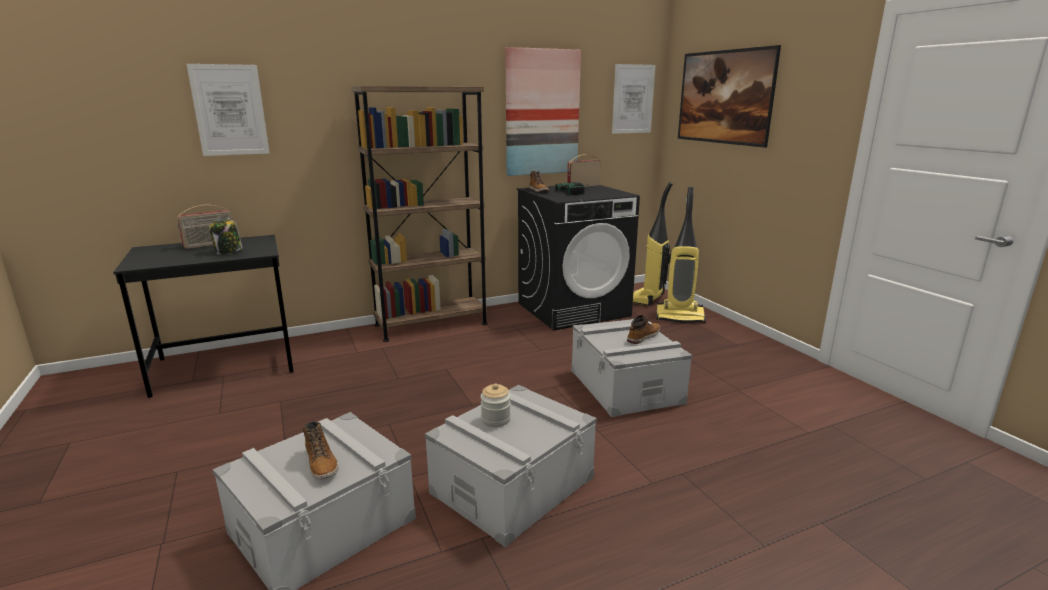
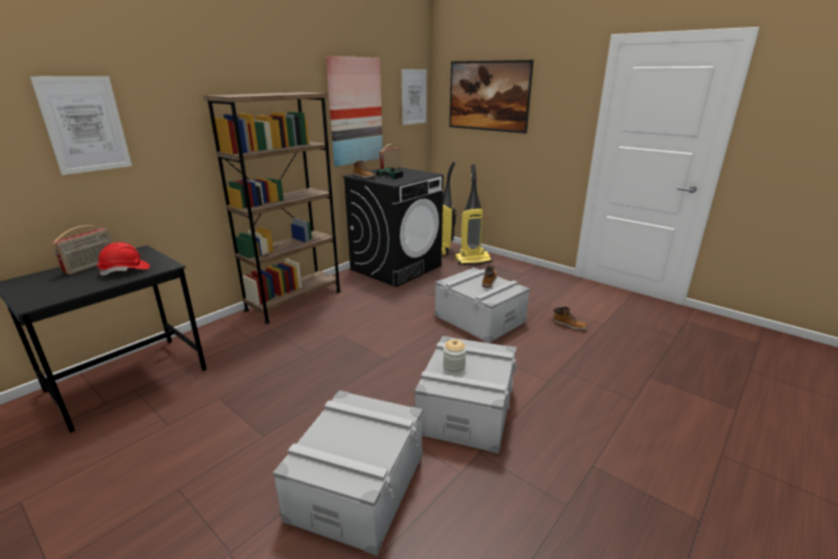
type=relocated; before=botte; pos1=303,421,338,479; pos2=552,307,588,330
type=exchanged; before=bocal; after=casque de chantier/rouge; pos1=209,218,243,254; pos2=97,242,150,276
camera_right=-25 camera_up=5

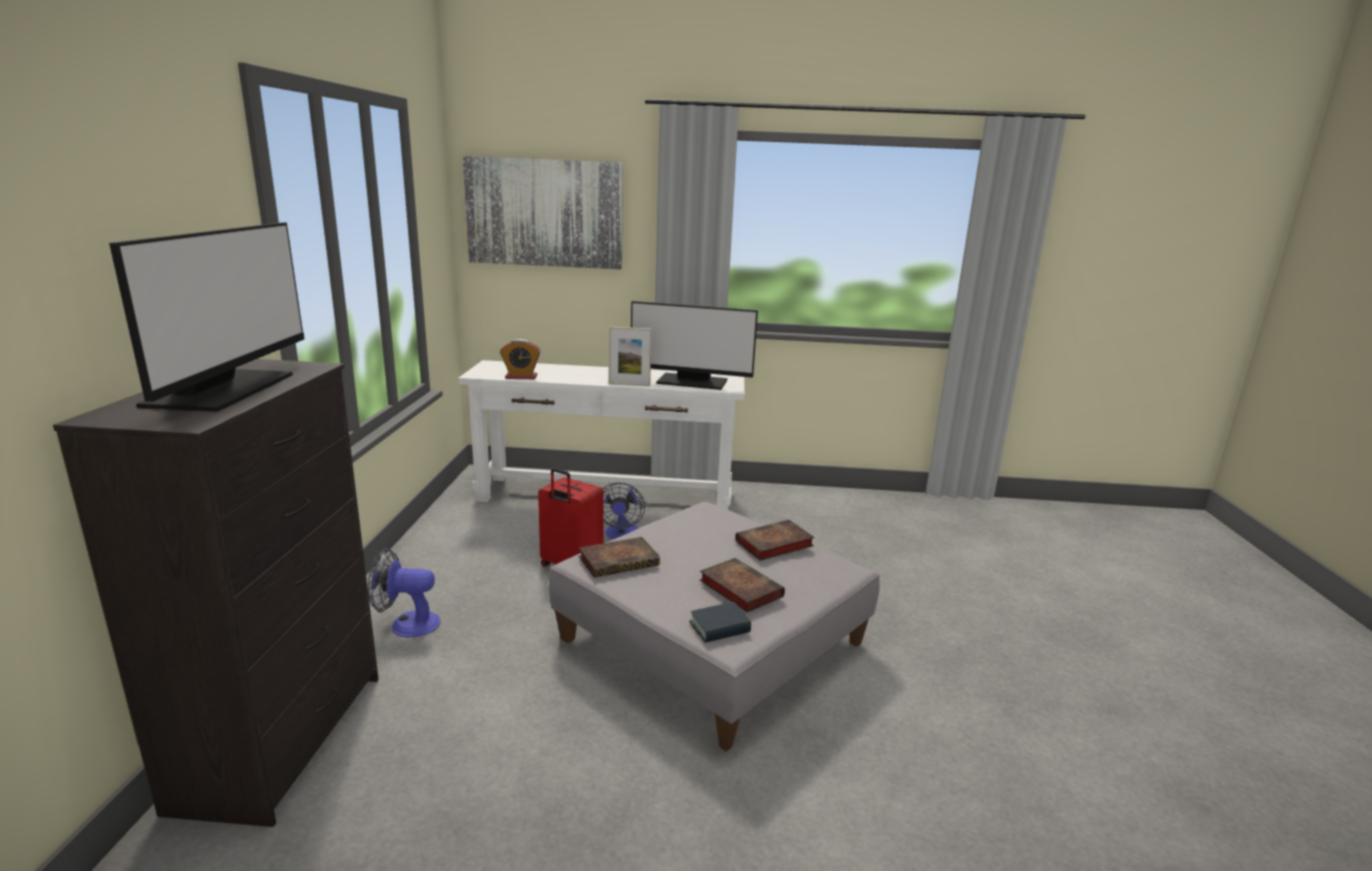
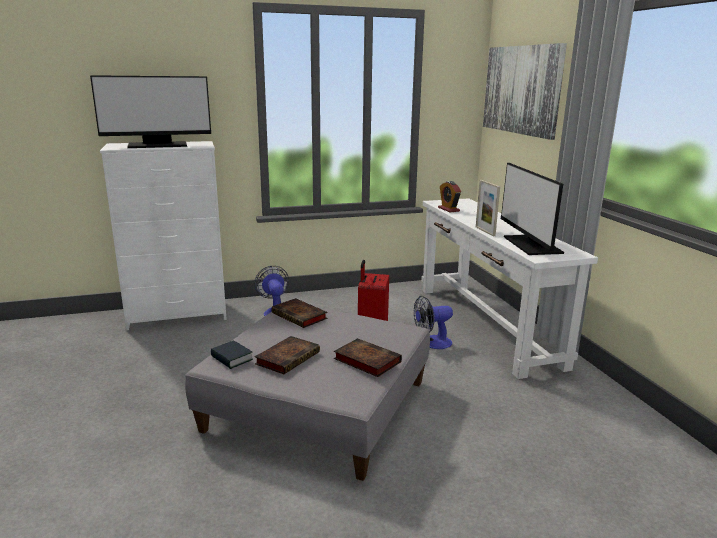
type=colour; before=commode/noir; after=commode/blanc; pos1=53,359,379,827; pos2=100,141,227,331
camera_right=70 camera_up=0

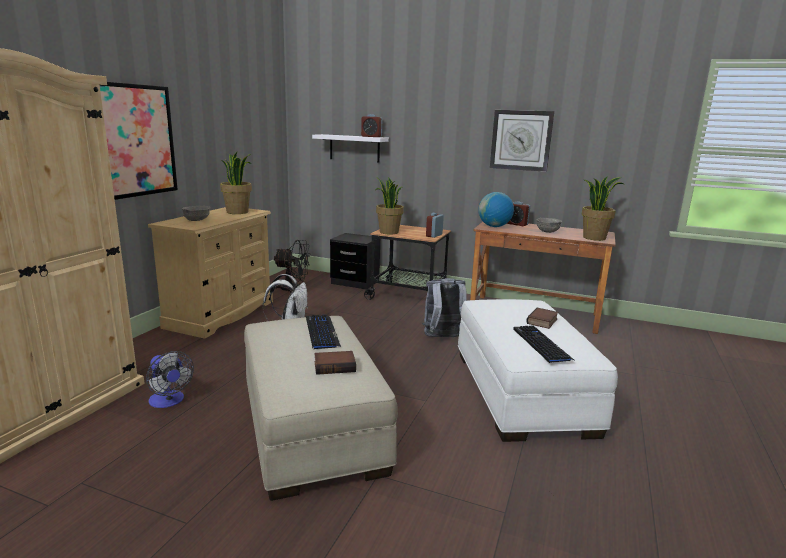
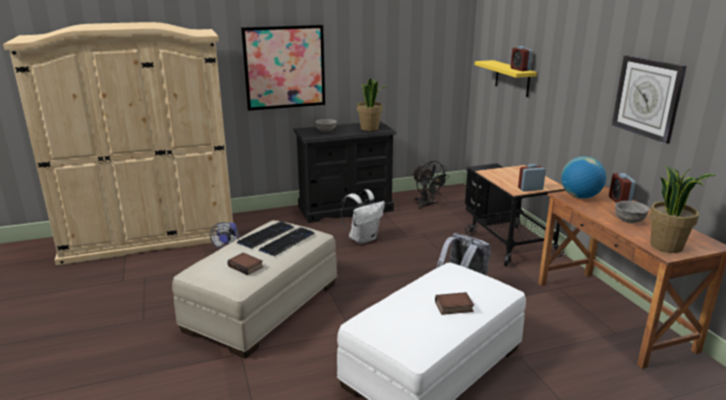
type=missing; before=plante en pot; pos1=376,177,404,234
type=relocated; before=clavier; pos1=513,325,574,363; pos2=237,221,294,249
type=colour; before=commode/beige; after=commode/noir; pos1=148,207,273,339; pos2=294,121,397,223
type=colour; before=étagère/blanc; after=étagère/jaune; pos1=312,134,389,163; pos2=475,60,537,97
camera_right=50 camera_up=5

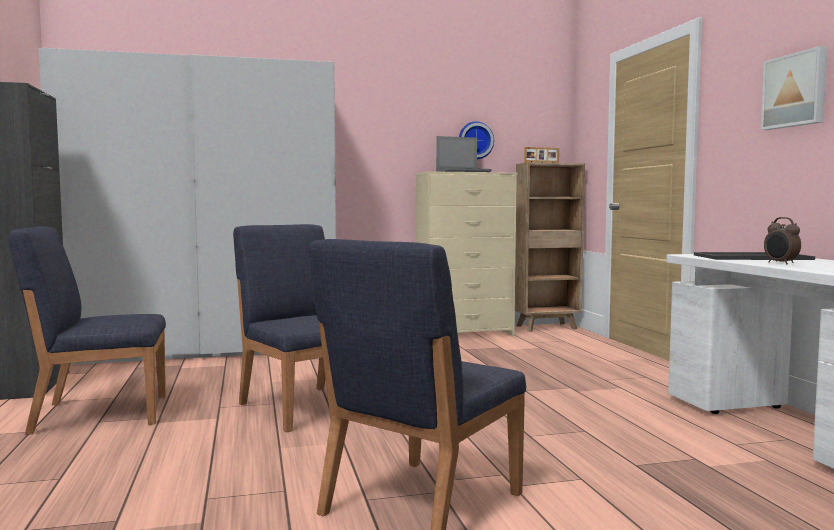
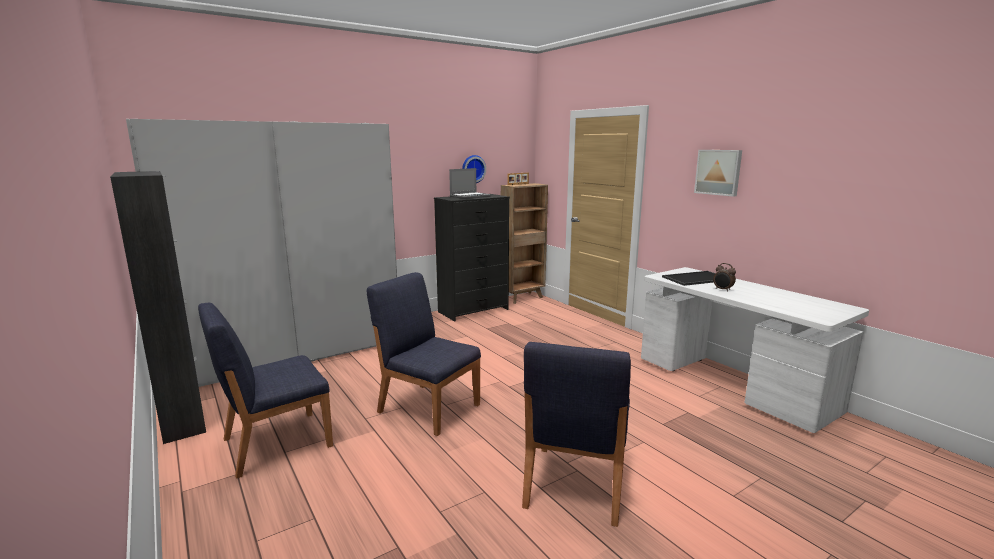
type=colour; before=commode/beige; after=commode/noir; pos1=415,171,517,336; pos2=434,194,510,322
camera_right=-20 camera_up=10

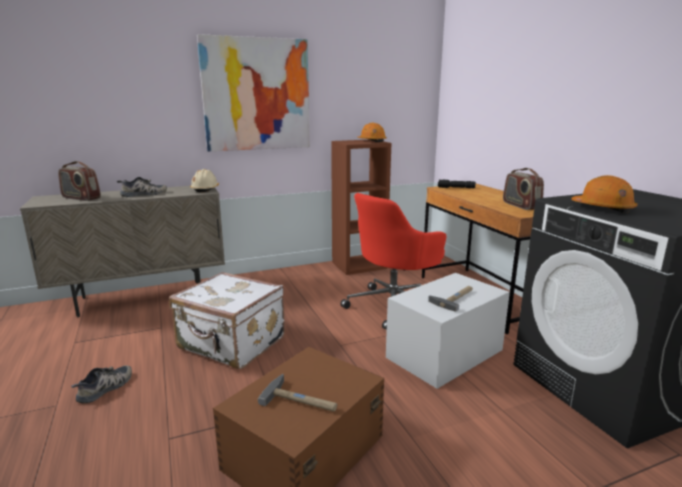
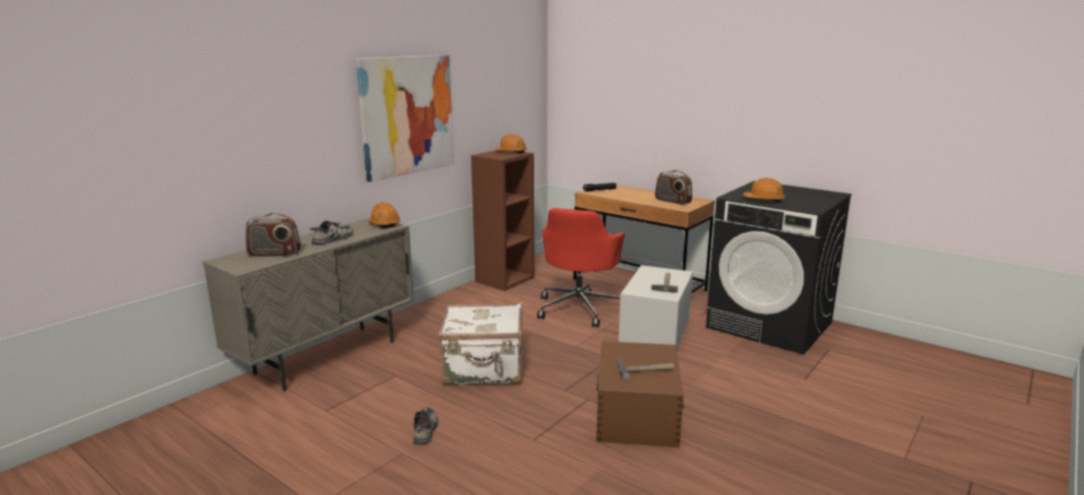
type=colour; before=casque de chantier/beige; after=casque de chantier/orange; pos1=190,169,219,192; pos2=369,202,401,228
camera_right=-30 camera_up=0

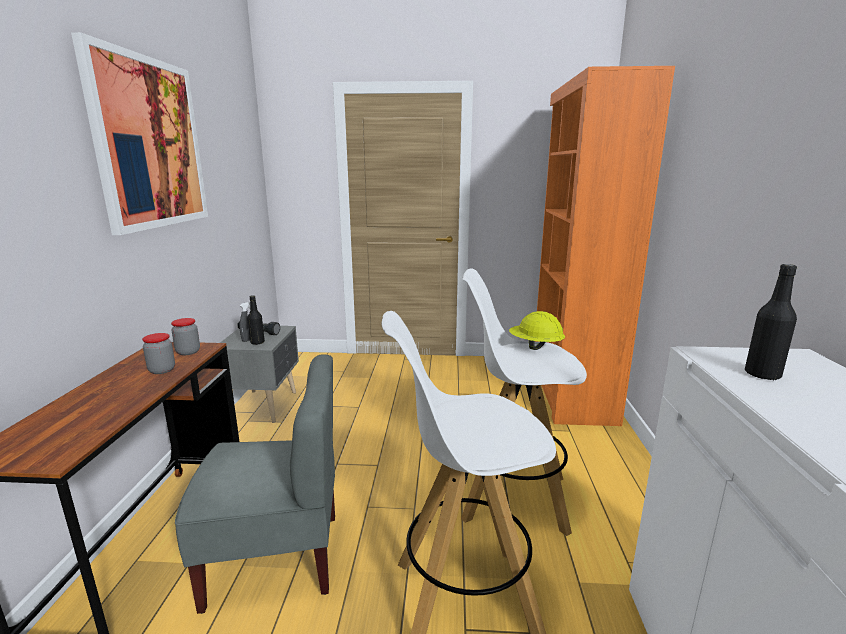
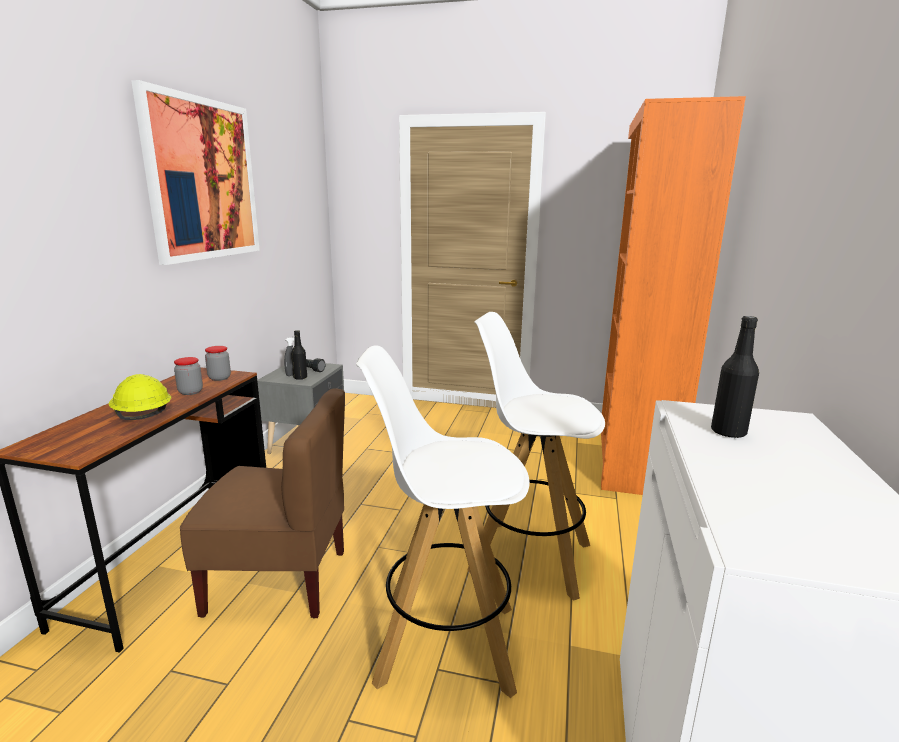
type=relocated; before=casque de chantier/jaune; pos1=509,311,565,350; pos2=108,374,171,420
type=colour; before=chaise/gris; after=chaise/marron; pos1=175,354,335,614; pos2=180,388,345,619
camera_right=10 camera_up=0

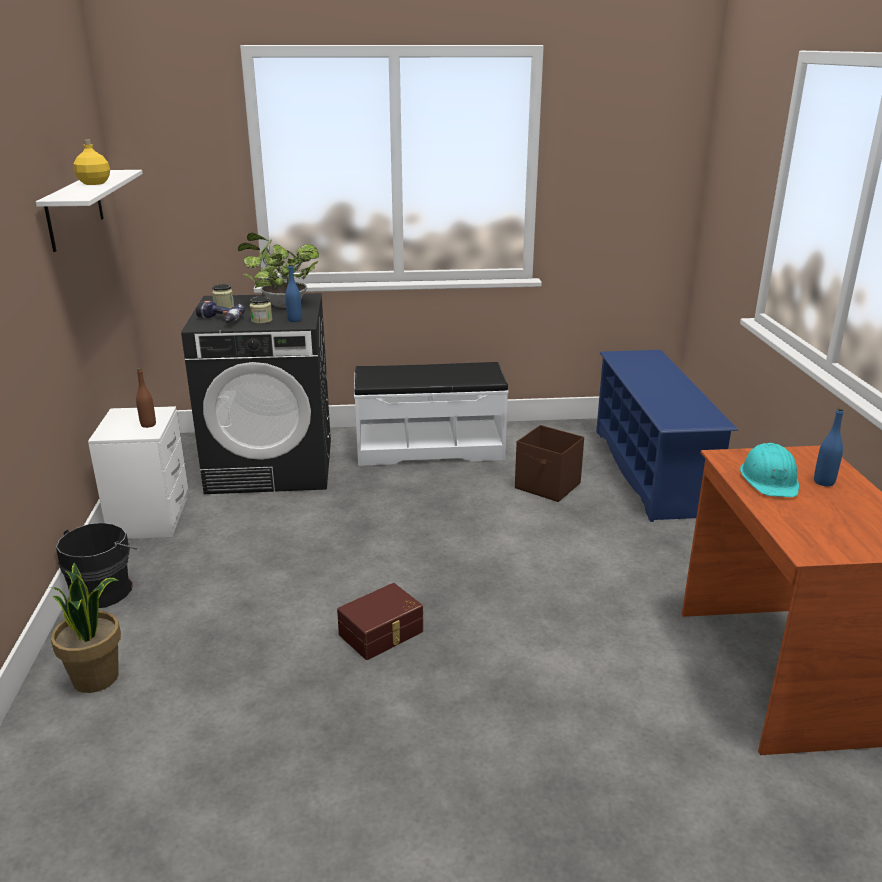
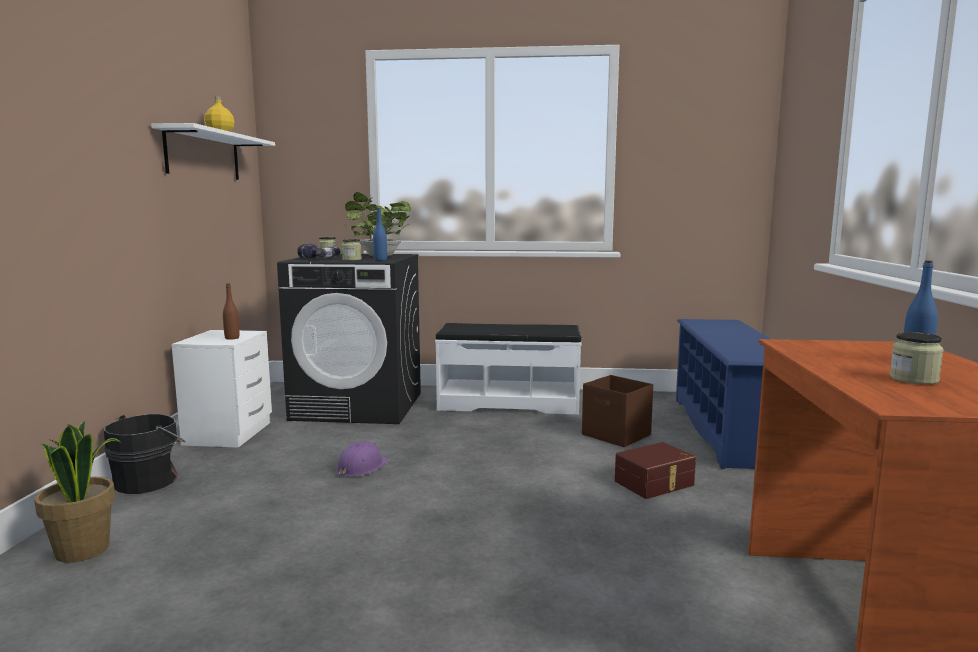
type=missing; before=casque de chantier/turquoise; pos1=740,443,799,497
type=appeared; after=casque de chantier/violet; pos2=336,441,389,477
type=appeared; after=bocal; pos2=889,332,944,385
type=relocated; before=boîte de rangement/marron; pos1=337,583,423,660; pos2=615,442,696,499
camera_right=10 camera_up=-15

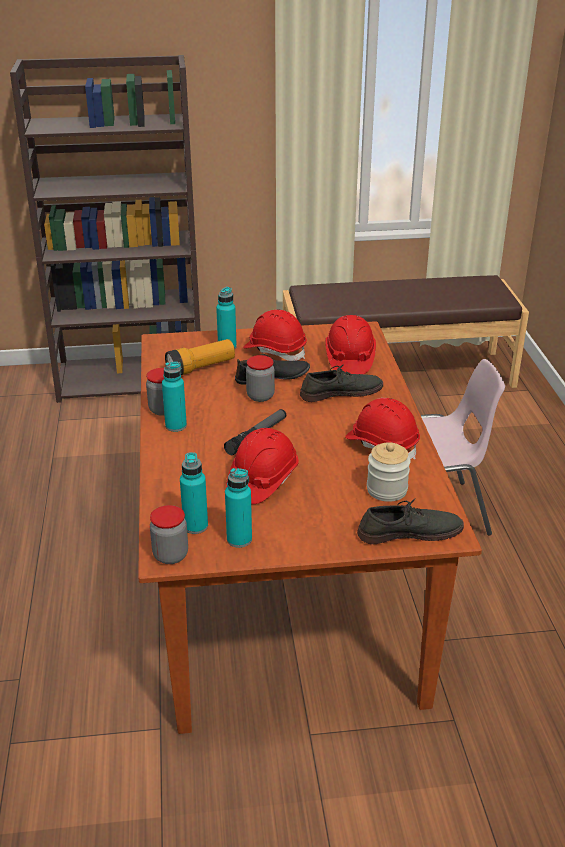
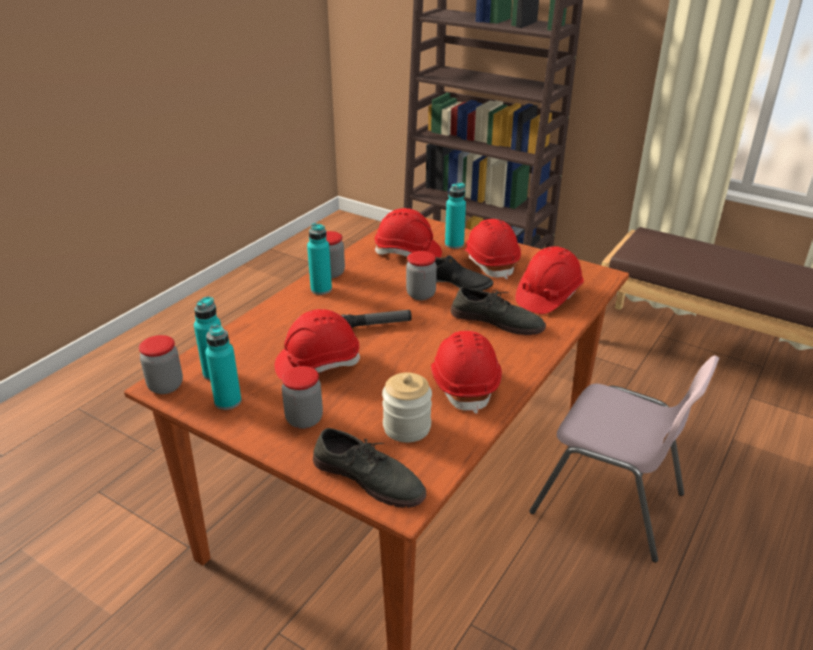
type=appeared; after=bocal; pos2=282,366,323,429
type=exchanged; before=lampe de poche; after=casque de chantier/rouge; pos1=165,339,235,375; pos2=374,208,442,258
camera_right=40 camera_up=0

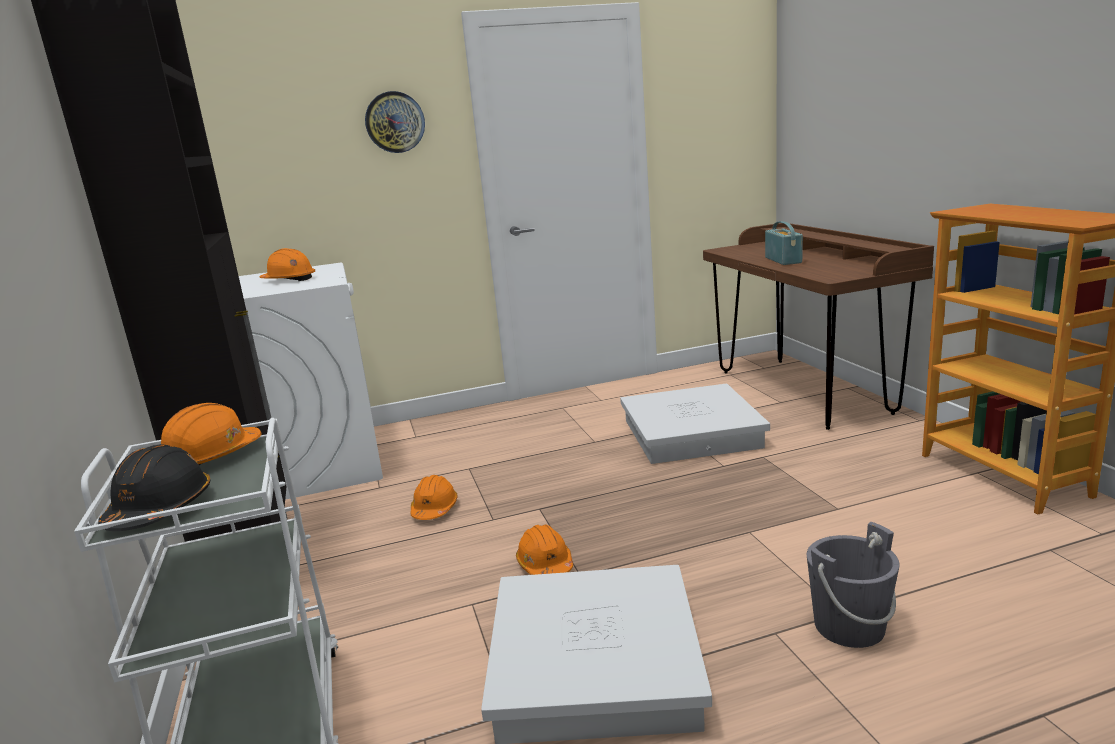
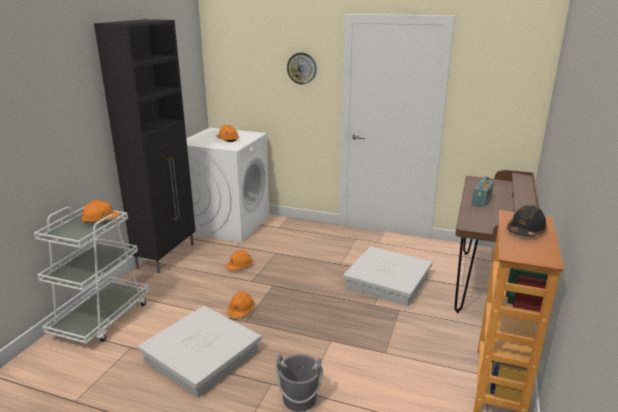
type=relocated; before=casque de chantier/noir; pos1=98,444,210,531; pos2=507,205,548,237
camera_right=35 camera_up=5

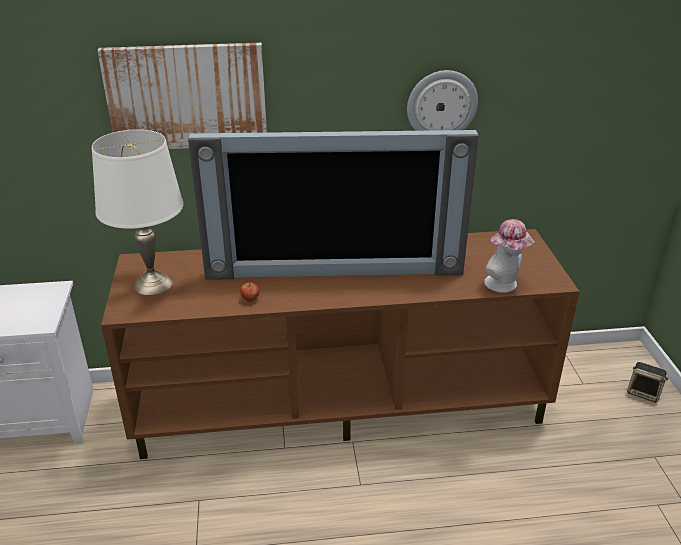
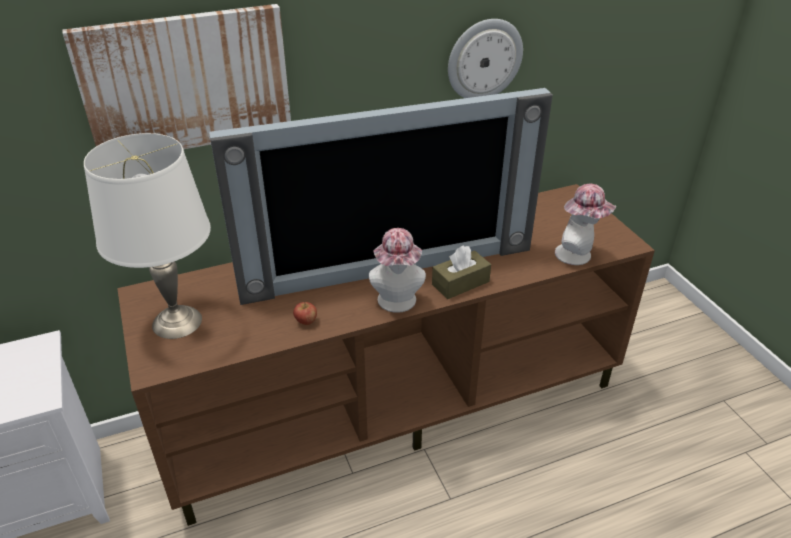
type=missing; before=enceinte; pos1=627,362,668,402
type=appeared; after=chapeau; pos2=369,228,426,313
type=appeared; after=boîte à mouchoirs/marron; pos2=432,245,491,299
camera_right=-15 camera_up=5

